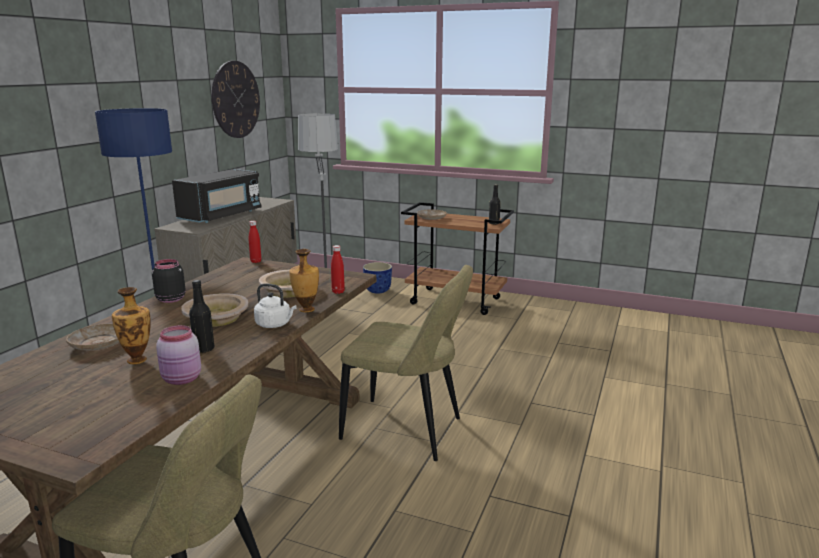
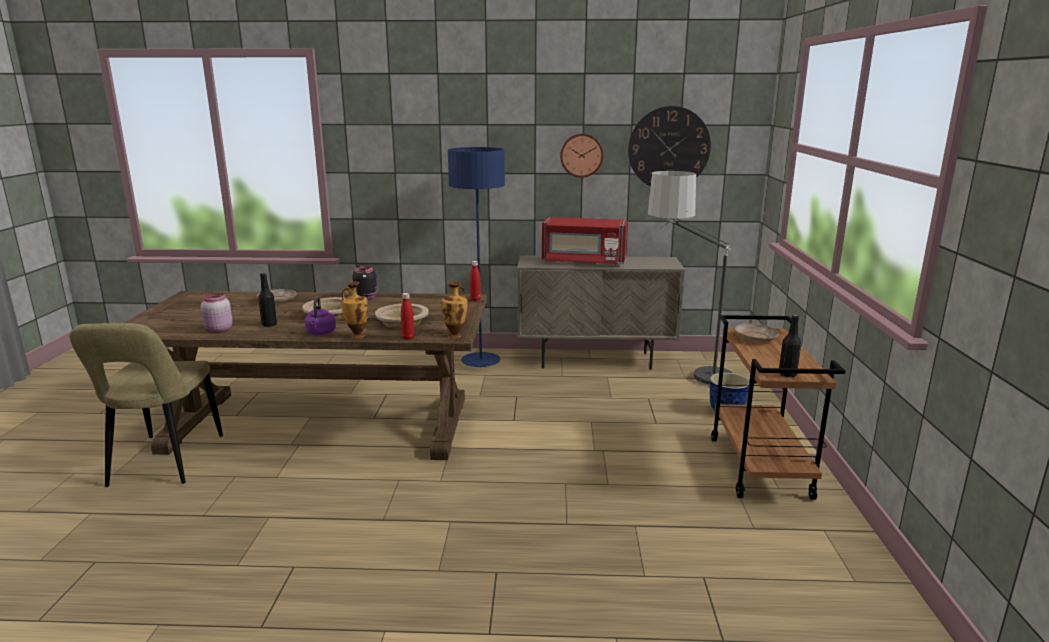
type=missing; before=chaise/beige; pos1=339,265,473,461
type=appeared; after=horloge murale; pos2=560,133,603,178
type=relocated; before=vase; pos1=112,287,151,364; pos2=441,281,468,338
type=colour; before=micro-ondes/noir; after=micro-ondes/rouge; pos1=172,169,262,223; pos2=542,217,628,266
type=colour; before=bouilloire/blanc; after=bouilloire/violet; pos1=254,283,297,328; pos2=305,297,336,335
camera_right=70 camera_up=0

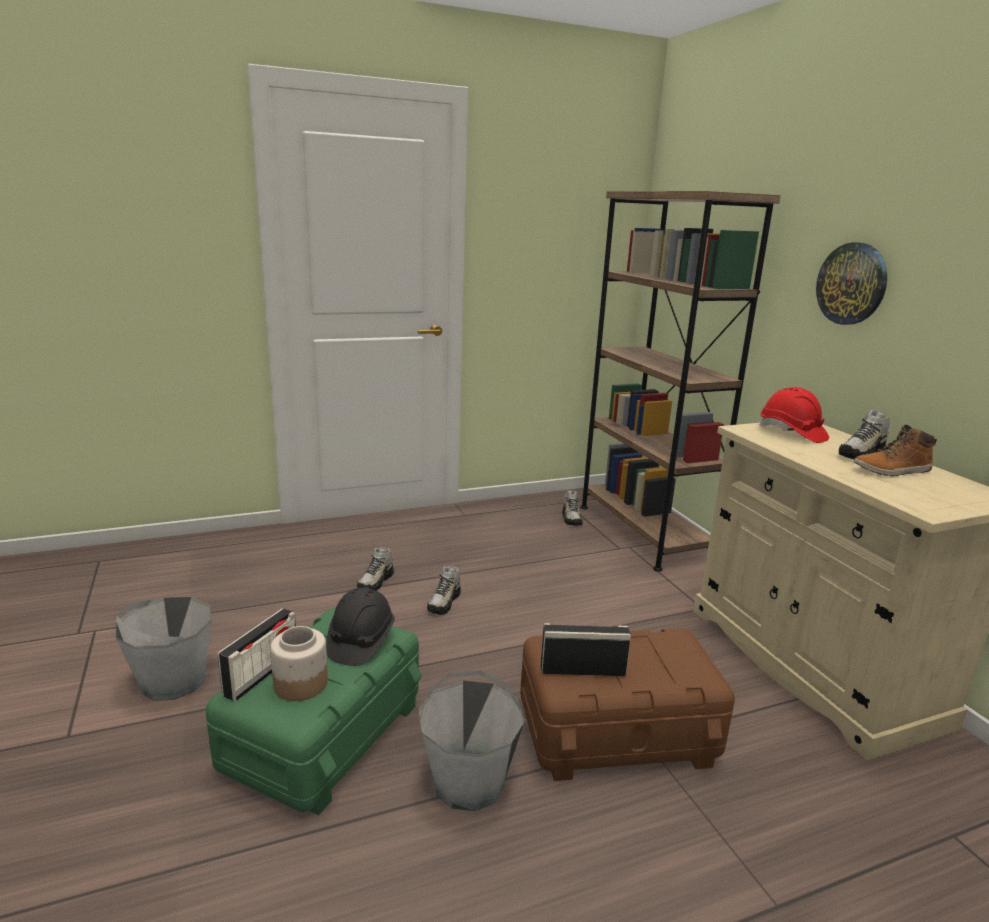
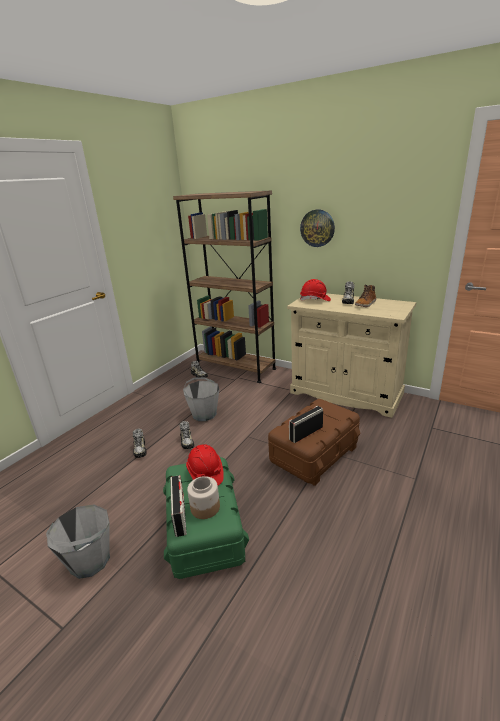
type=relocated; before=seau/gris; pos1=419,670,525,812; pos2=183,377,219,421
type=colour; before=casque de chantier/noir; after=casque de chantier/rouge; pos1=326,587,395,666; pos2=186,444,224,485
camera_right=-35 camera_up=5

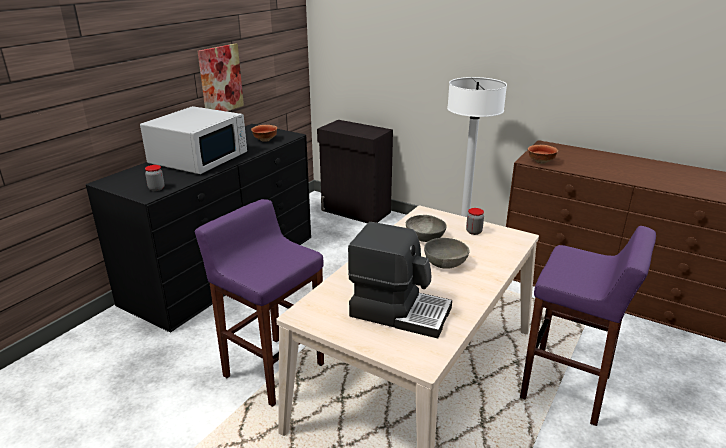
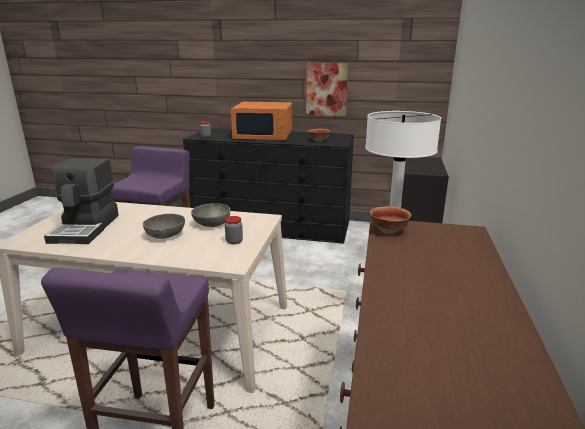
type=colour; before=micro-ondes/blanc; after=micro-ondes/orange; pos1=140,106,247,174; pos2=231,102,292,140
camera_right=70 camera_up=-5

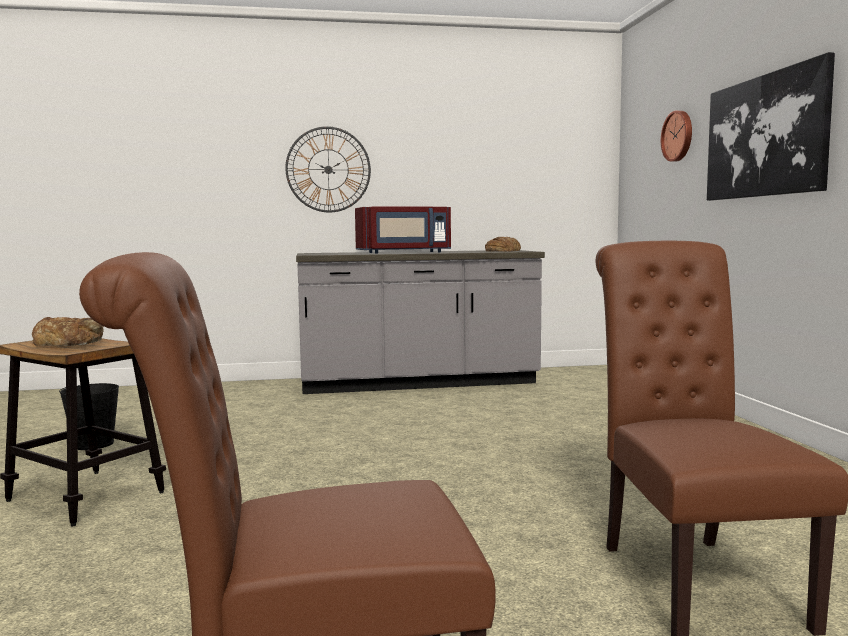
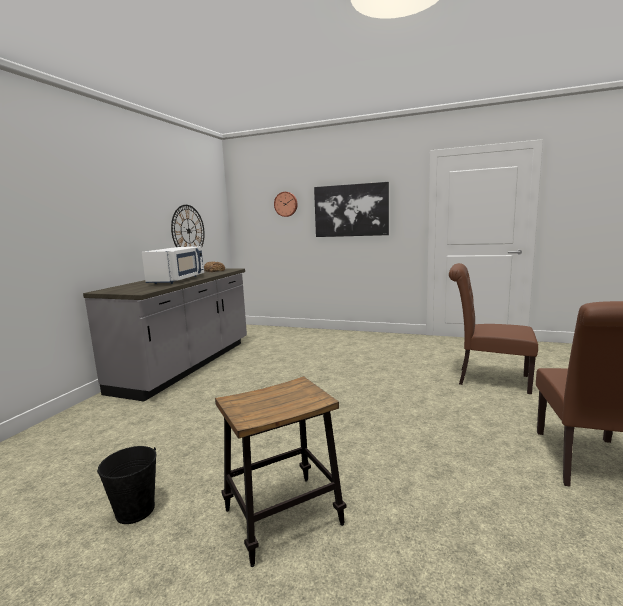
type=missing; before=pain; pos1=32,317,104,346
type=relocated; before=horloge murale; pos1=285,126,371,213; pos2=171,205,205,247
type=colour; before=micro-ondes/rouge; after=micro-ondes/blanc; pos1=355,206,451,254; pos2=142,246,204,284
camera_right=-60 camera_up=5

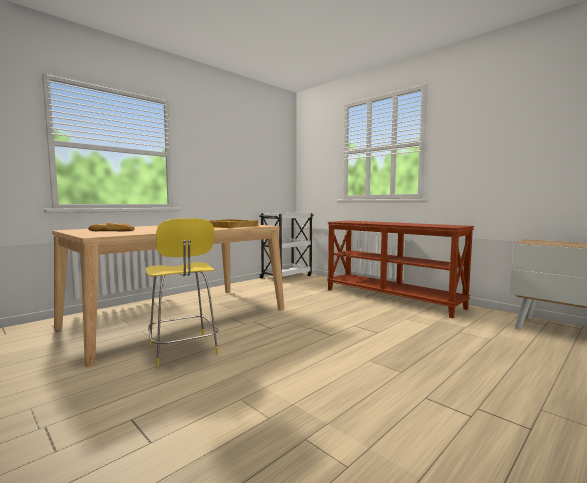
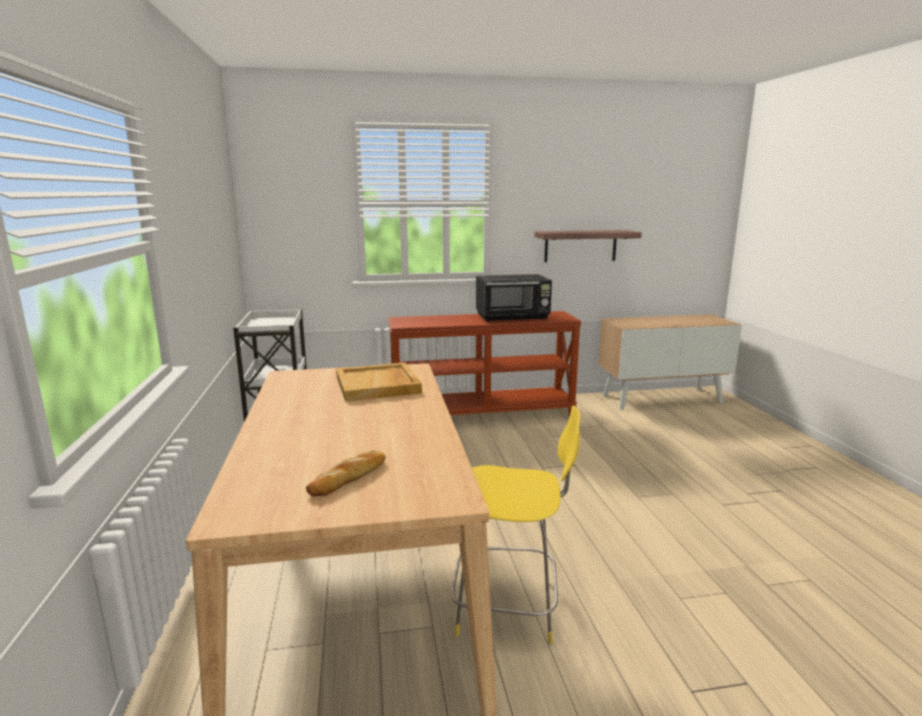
type=appeared; after=micro-ondes/noir; pos2=476,274,552,322
type=appeared; after=étagère; pos2=534,230,642,262
camera_right=-55 camera_up=10

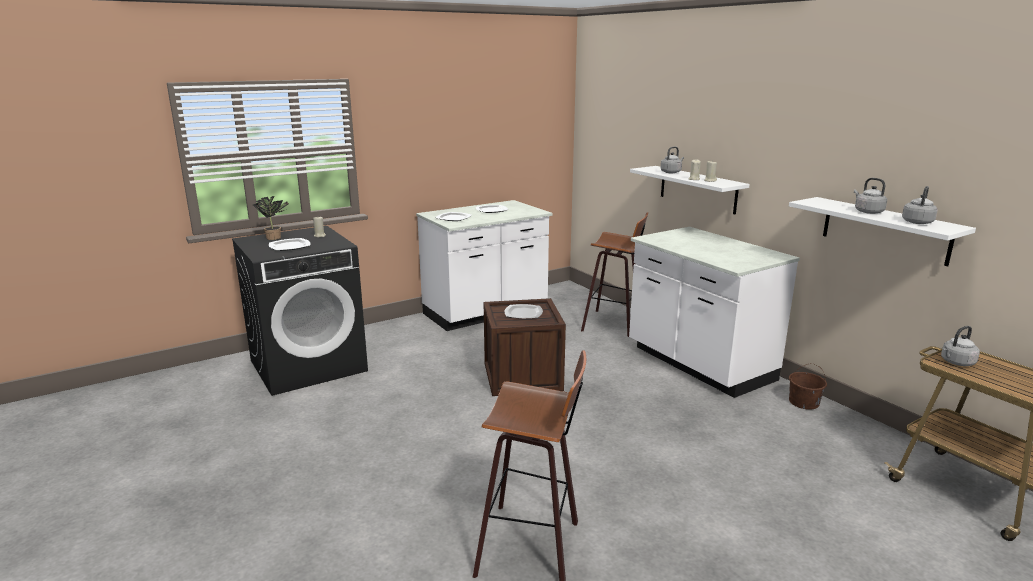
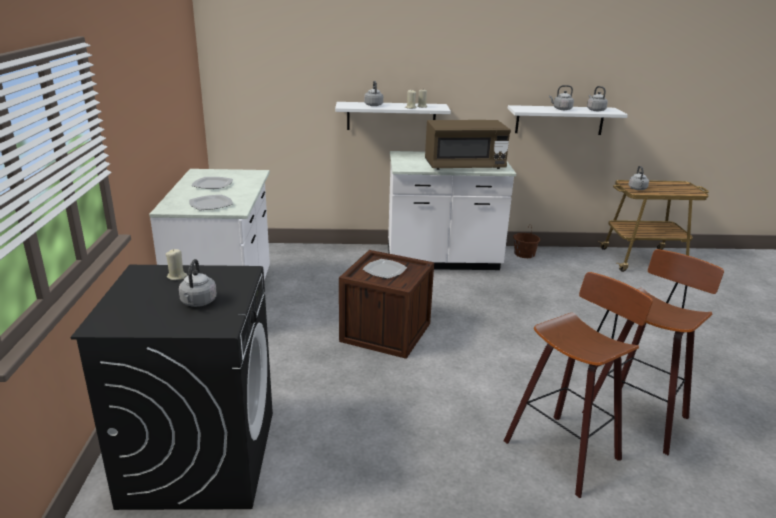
type=missing; before=plante en pot; pos1=253,196,289,240
type=appeared; after=micro-ondes/marron; pos2=425,120,511,170
type=relocated; before=tabouret; pos1=581,212,648,337; pos2=504,272,653,498
type=exchanged; before=assiette; after=bouilloire/gris; pos1=269,238,310,251; pos2=179,259,217,307
camera_right=-60 camera_up=5

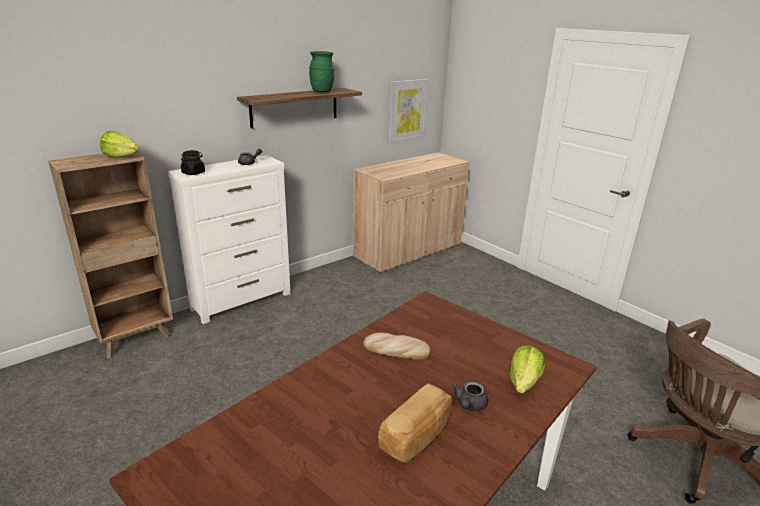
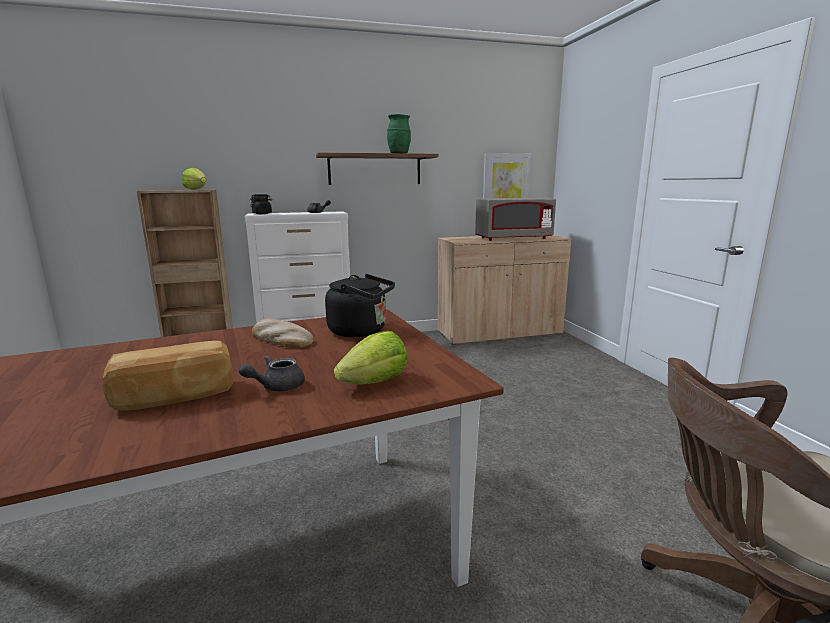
type=appeared; after=bouilloire/noir; pos2=325,274,395,337
type=appeared; after=micro-ondes/gris; pos2=475,198,556,241
camera_right=25 camera_up=-10

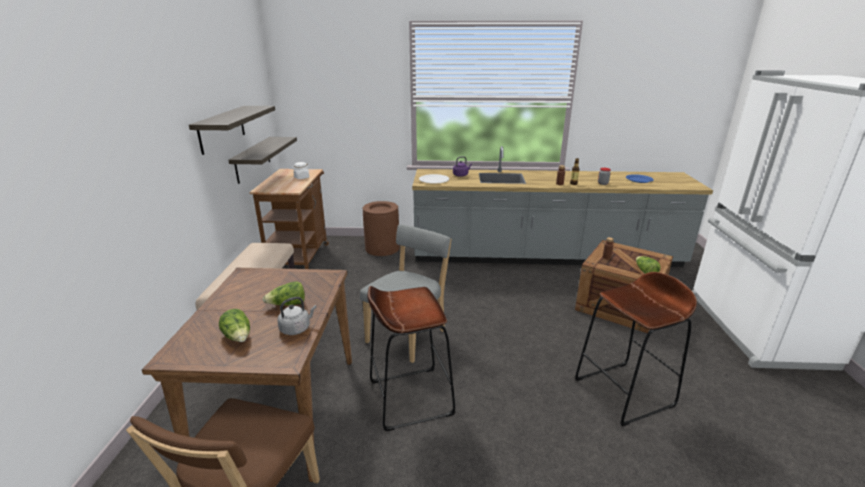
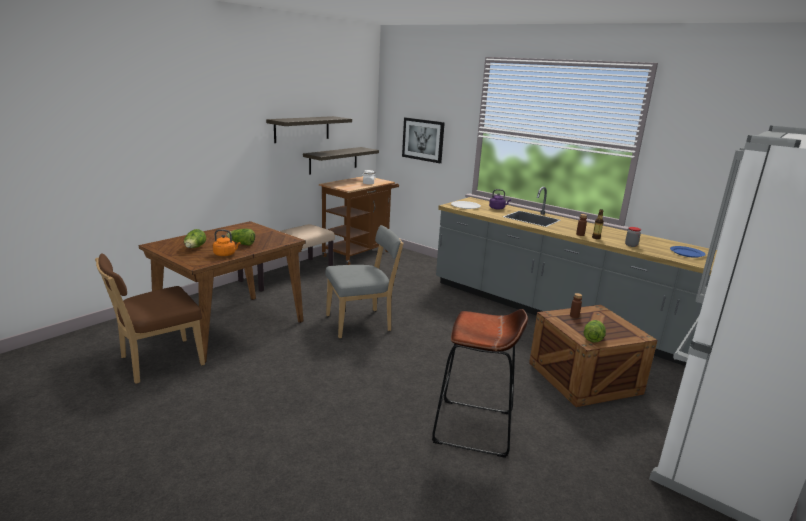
type=missing; before=poubelle/marron; pos1=363,201,400,256
type=missing; before=tabouret/marron; pos1=367,286,455,431
type=appeared; after=tableau; pos2=402,118,445,163
type=colour; before=bouilloire/gris; after=bouilloire/orange; pos1=277,297,317,335; pos2=213,229,240,256
camera_right=35 camera_up=-5

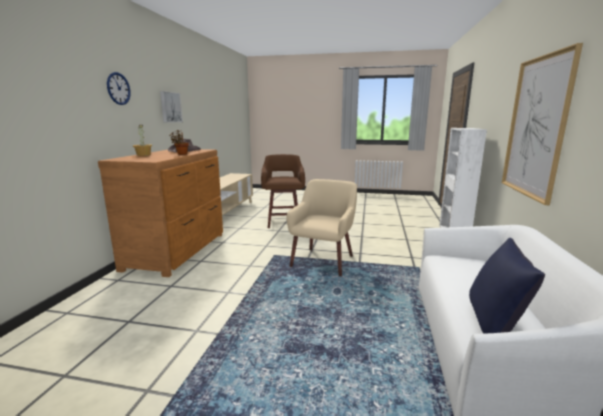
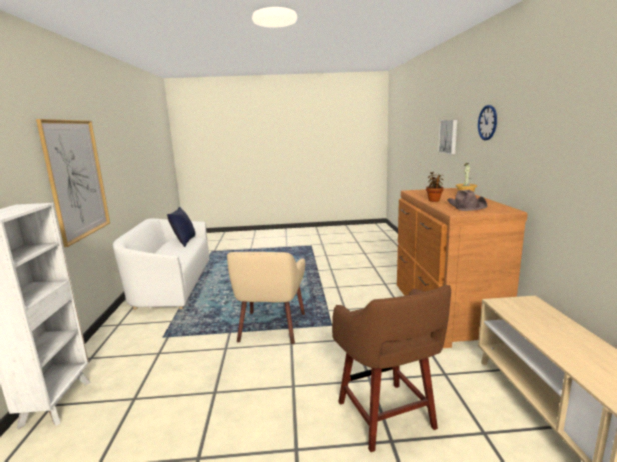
type=relocated; before=tableau; pos1=160,91,183,123; pos2=438,120,457,154
camera_right=165 camera_up=0

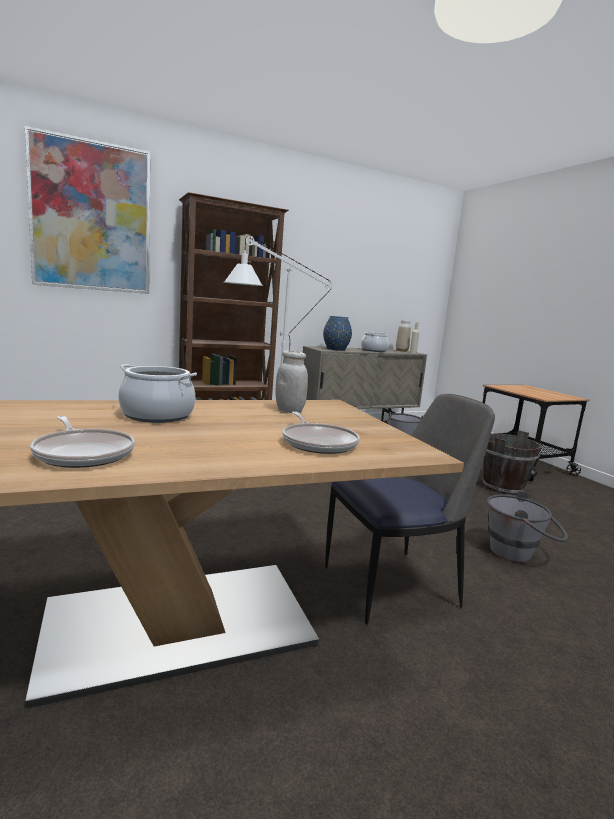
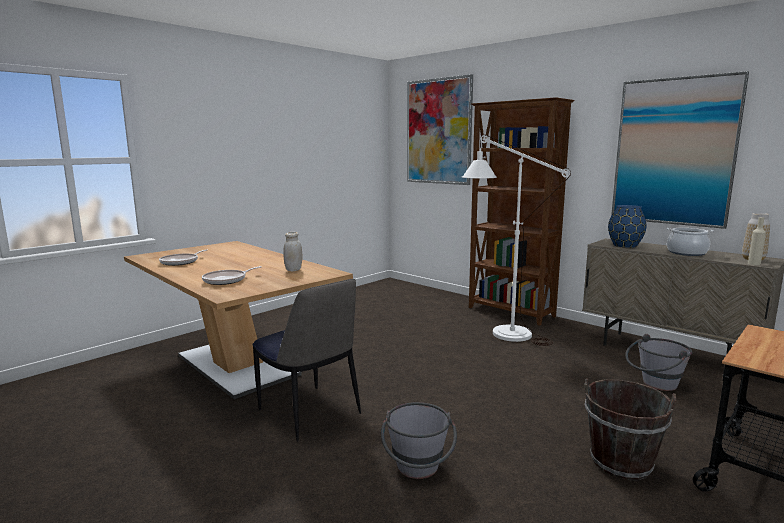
type=missing; before=marmite; pos1=118,364,197,423
type=appeared; after=tableau; pos2=611,71,749,229
camera_right=70 camera_up=0

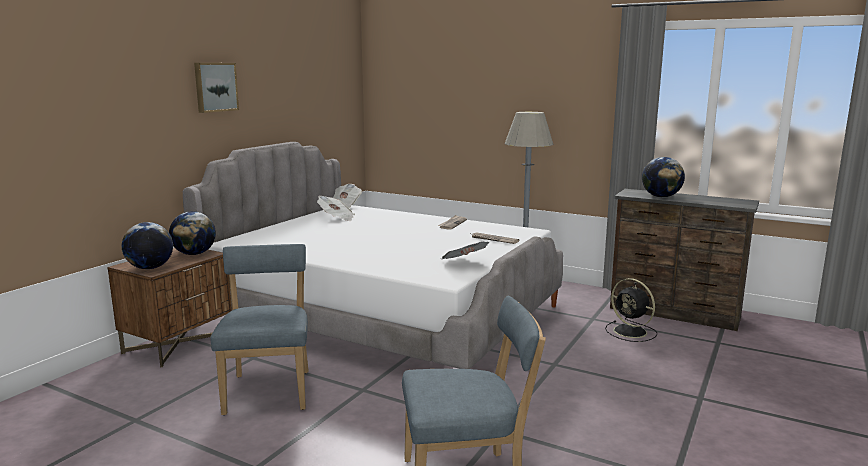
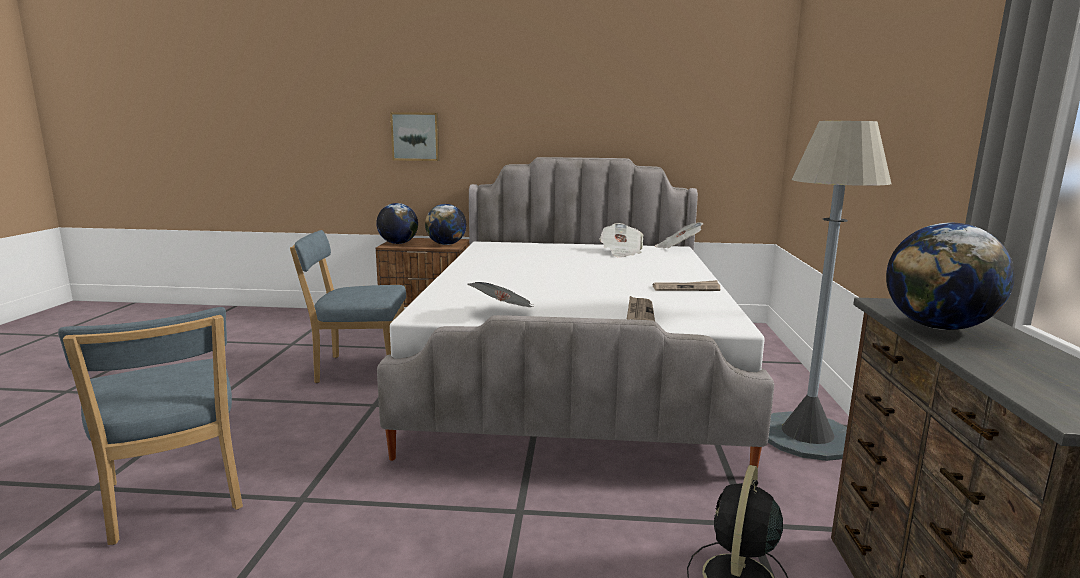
type=relocated; before=tableau; pos1=194,63,239,113; pos2=390,112,439,161
type=spun; before=chaise/bleu; pos1=211,244,309,415; pos2=290,230,406,383; turn=-150
camera_right=65 camera_up=0

